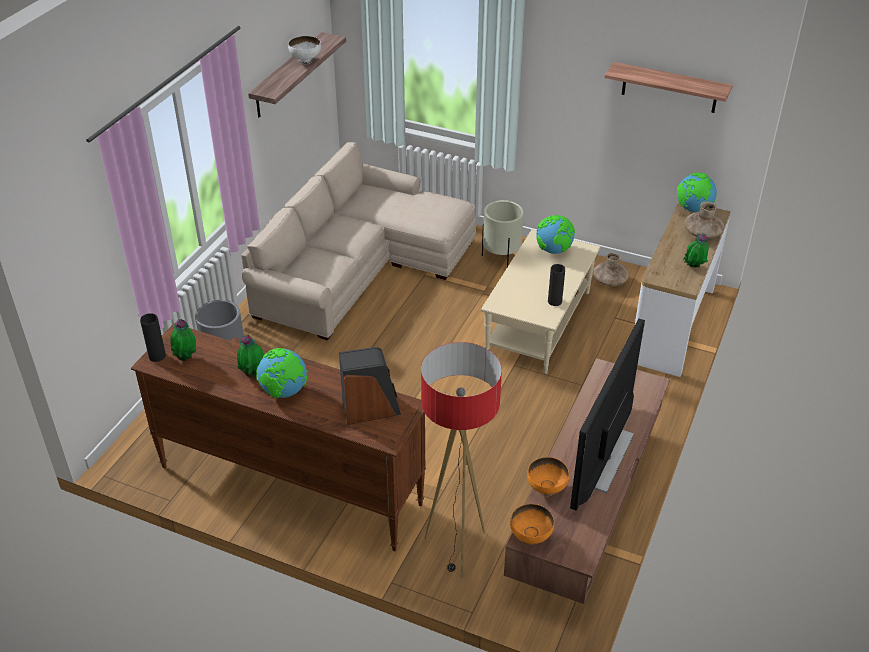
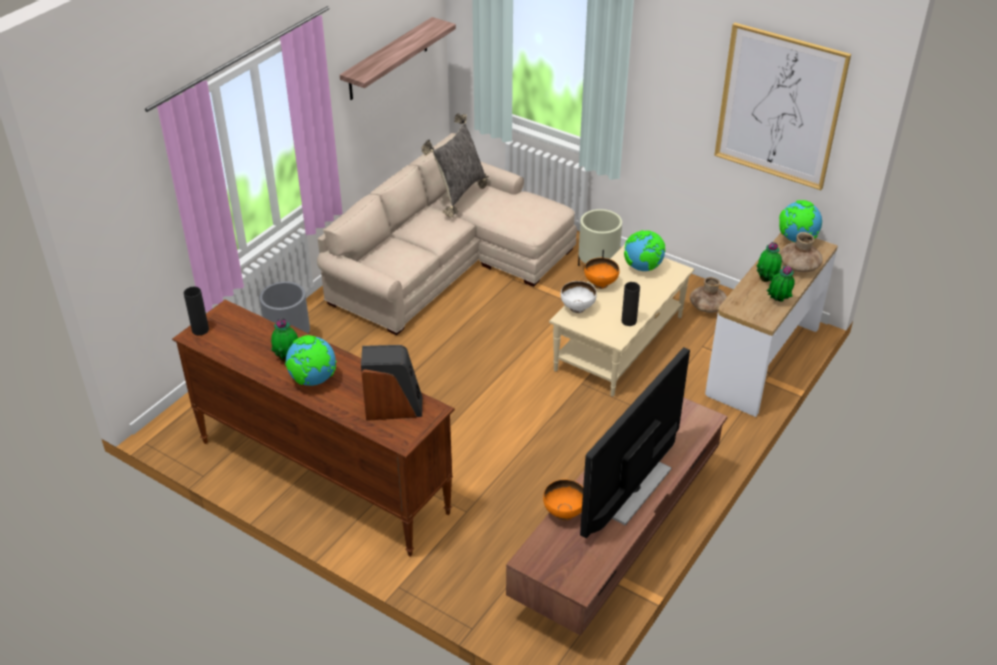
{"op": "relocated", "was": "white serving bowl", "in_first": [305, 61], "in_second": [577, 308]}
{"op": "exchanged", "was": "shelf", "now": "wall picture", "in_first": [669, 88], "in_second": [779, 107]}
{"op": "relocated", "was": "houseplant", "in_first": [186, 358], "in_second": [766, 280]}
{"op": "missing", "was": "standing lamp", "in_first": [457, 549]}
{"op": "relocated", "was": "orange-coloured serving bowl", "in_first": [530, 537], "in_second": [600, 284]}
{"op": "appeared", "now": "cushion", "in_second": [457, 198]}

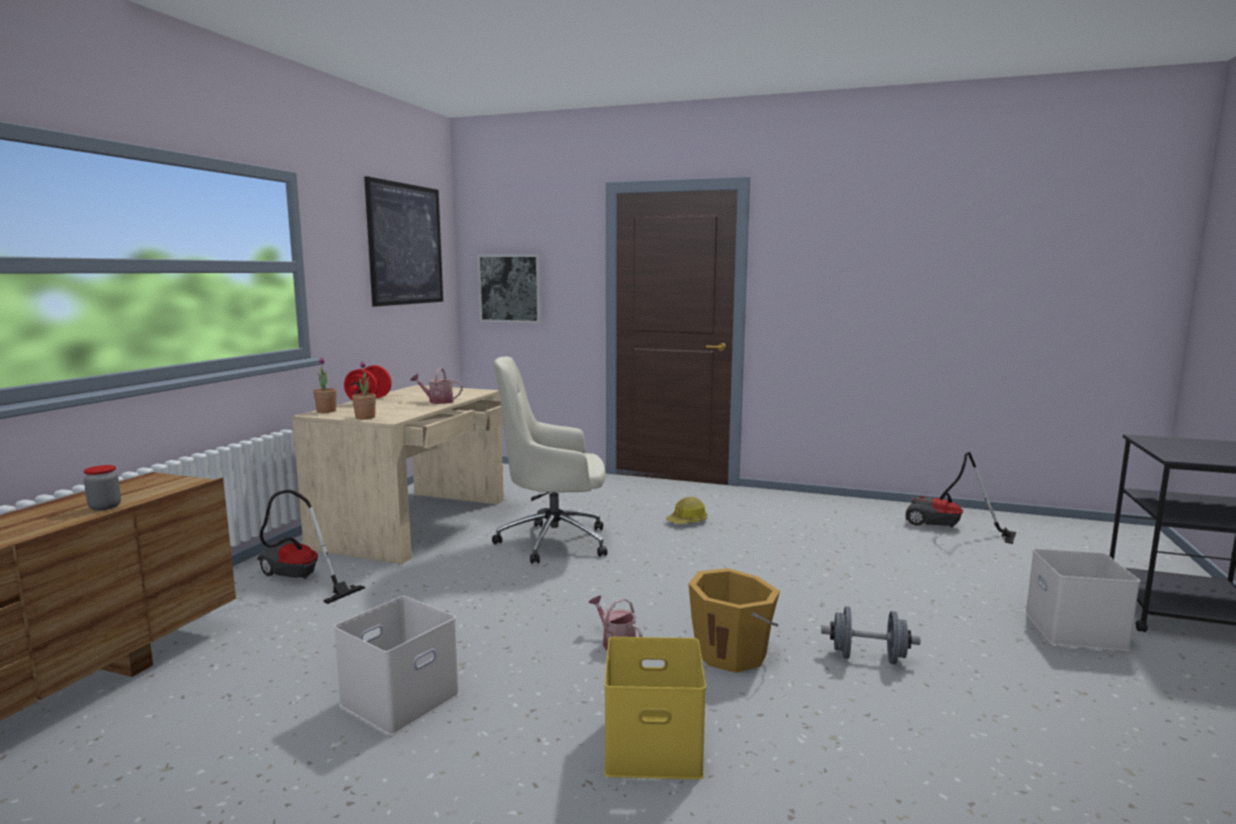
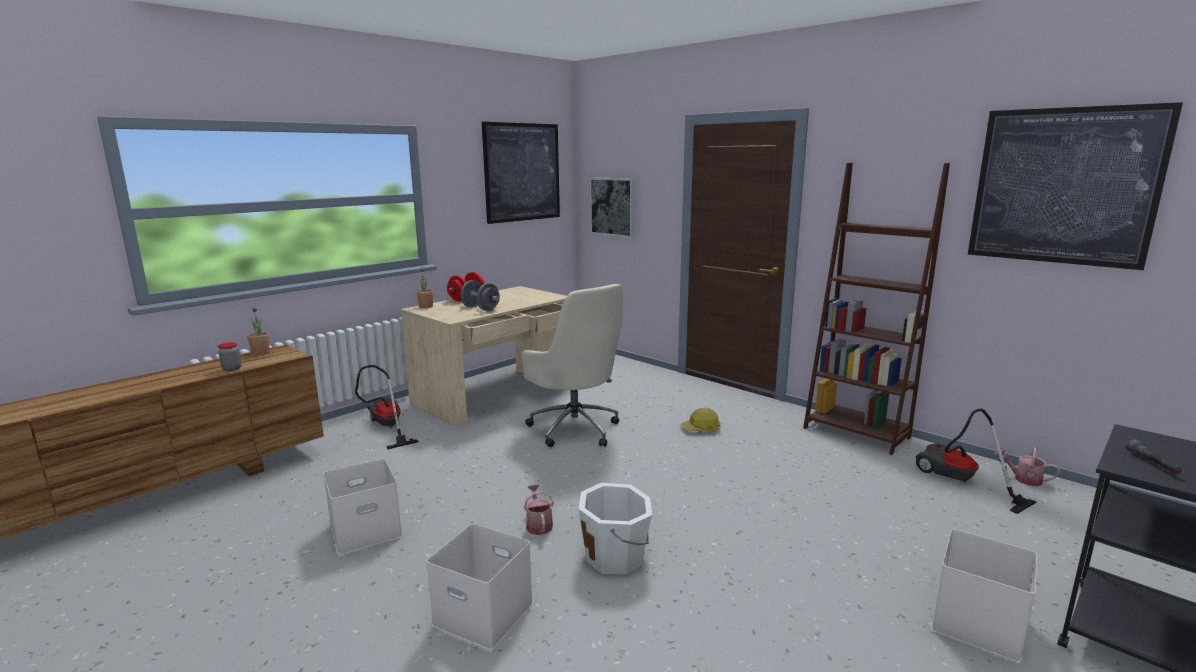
{"op": "spun", "was": "beige computer chair", "in_first": [553, 543], "in_second": [575, 429], "clockwise": -150}
{"op": "relocated", "was": "houseplant", "in_first": [365, 417], "in_second": [261, 353]}
{"op": "relocated", "was": "sprinkling can", "in_first": [437, 401], "in_second": [1023, 479]}
{"op": "colour", "was": "orange-coloured pail", "now": "white pail", "in_first": [732, 653], "in_second": [616, 556]}
{"op": "relocated", "was": "grey dumbbell", "in_first": [868, 657], "in_second": [480, 308]}
{"op": "colour", "was": "yellow storage box", "now": "white storage box", "in_first": [651, 747], "in_second": [481, 614]}
{"op": "appeared", "now": "wall picture", "in_second": [1063, 186]}
{"op": "appeared", "now": "brownish bookshelf", "in_second": [856, 432]}
{"op": "appeared", "now": "grey torch", "in_second": [1152, 464]}

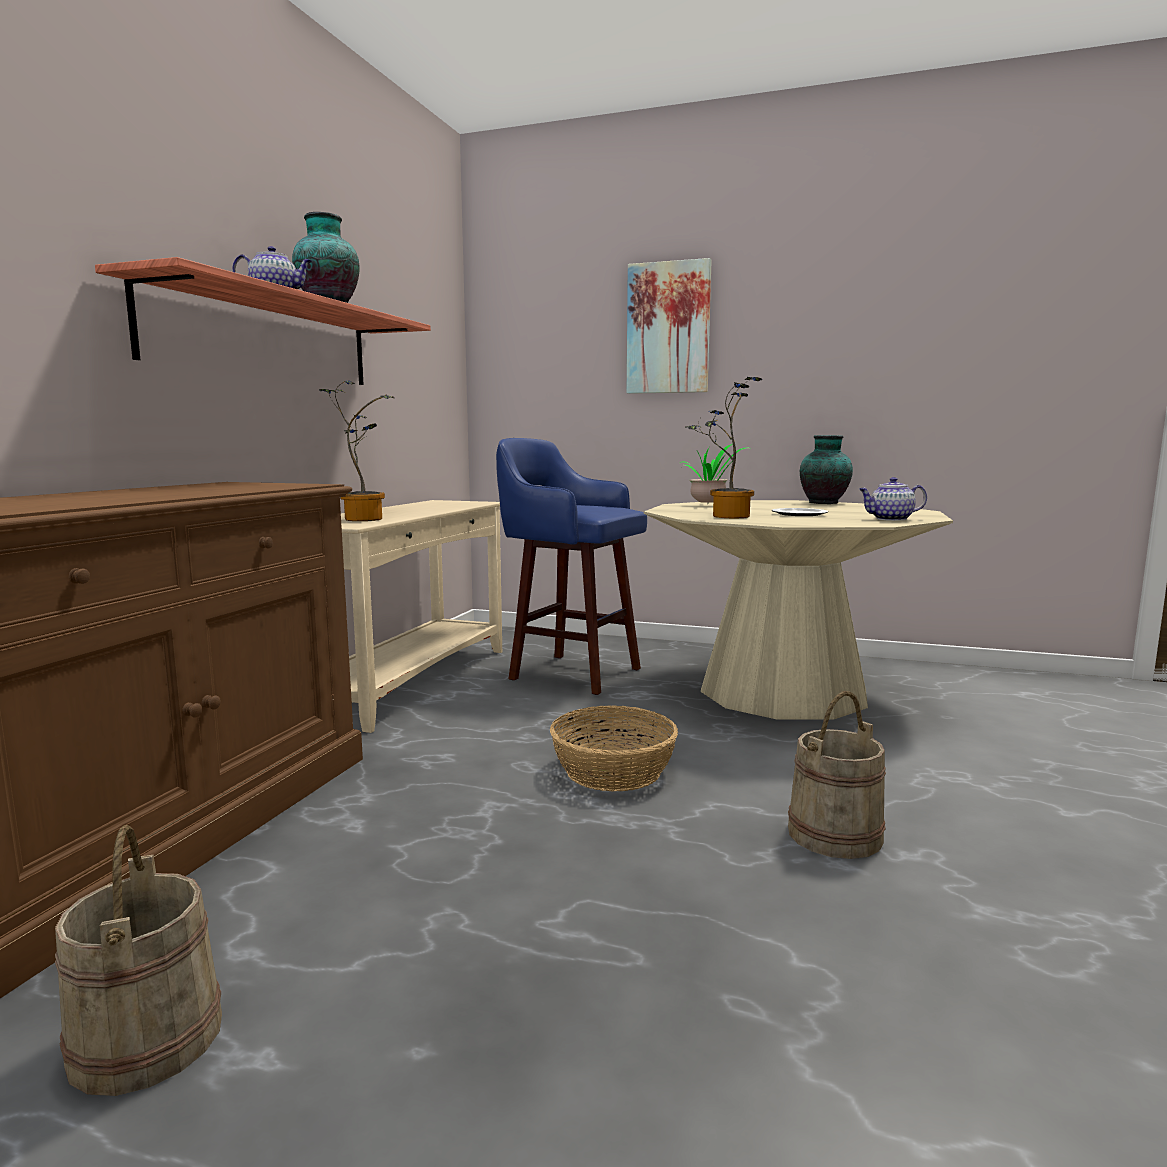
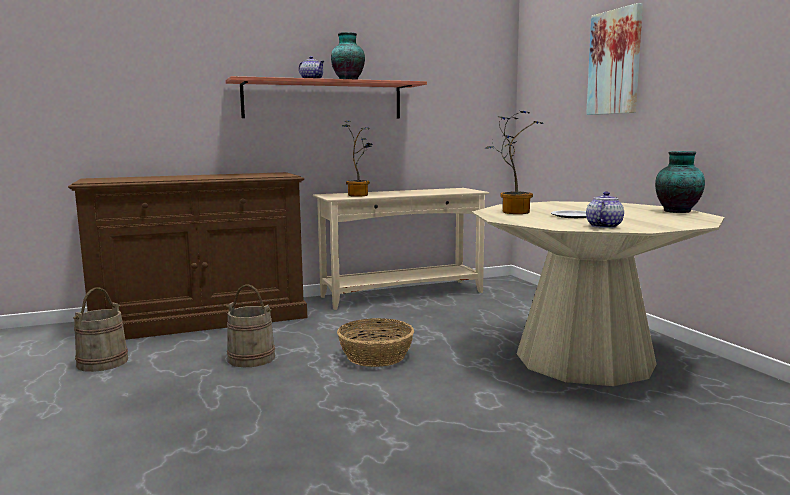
{"op": "missing", "was": "bluish stool seat", "in_first": [570, 673]}
{"op": "missing", "was": "houseplant", "in_first": [710, 505]}
{"op": "spun", "was": "tea pot", "in_first": [890, 519], "in_second": [603, 226], "clockwise": 75}
{"op": "relocated", "was": "beige pail", "in_first": [834, 834], "in_second": [251, 358]}

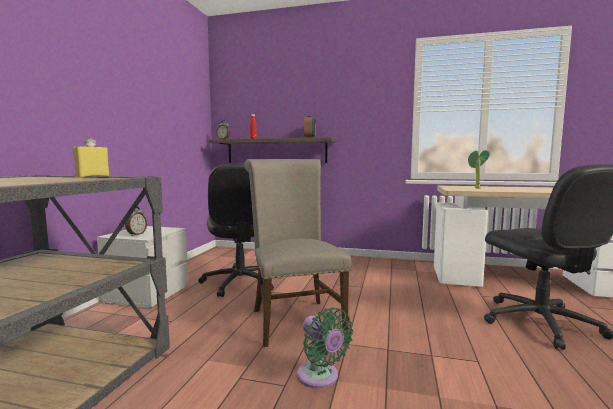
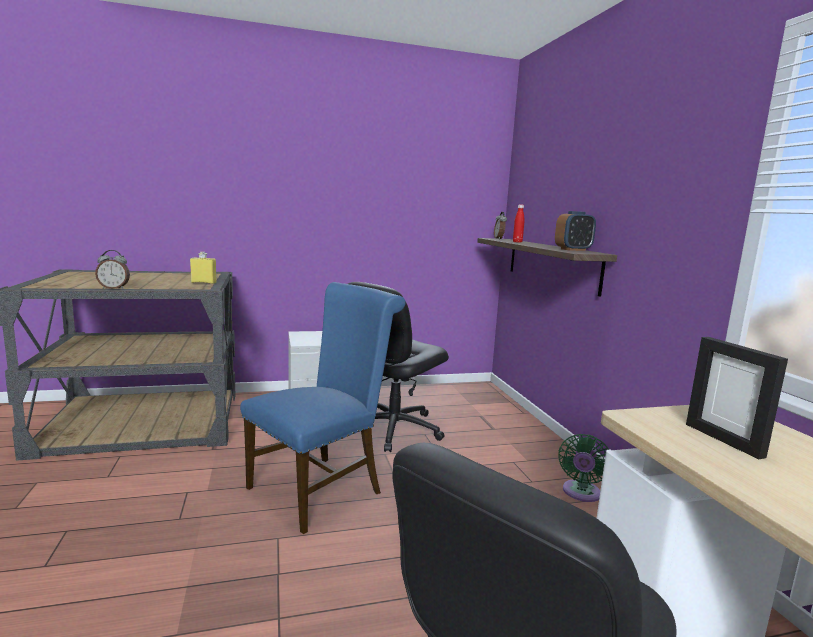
{"op": "exchanged", "was": "houseplant", "now": "photo frame", "in_first": [476, 188], "in_second": [724, 440]}
{"op": "colour", "was": "beige plain chair", "now": "bluish plain chair", "in_first": [294, 318], "in_second": [321, 487]}
{"op": "relocated", "was": "alarm clock", "in_first": [136, 234], "in_second": [114, 288]}
{"op": "relocated", "was": "greenish cooling fan", "in_first": [320, 377], "in_second": [580, 493]}

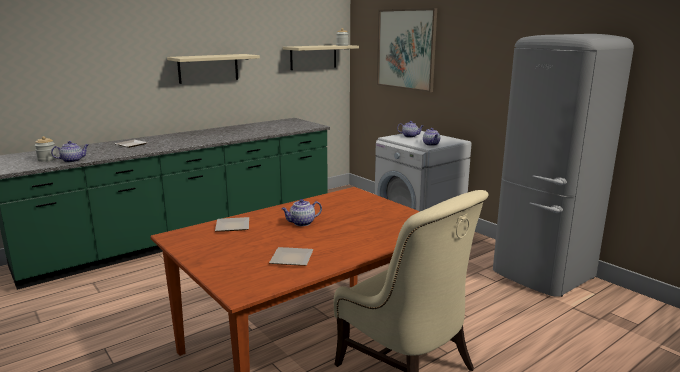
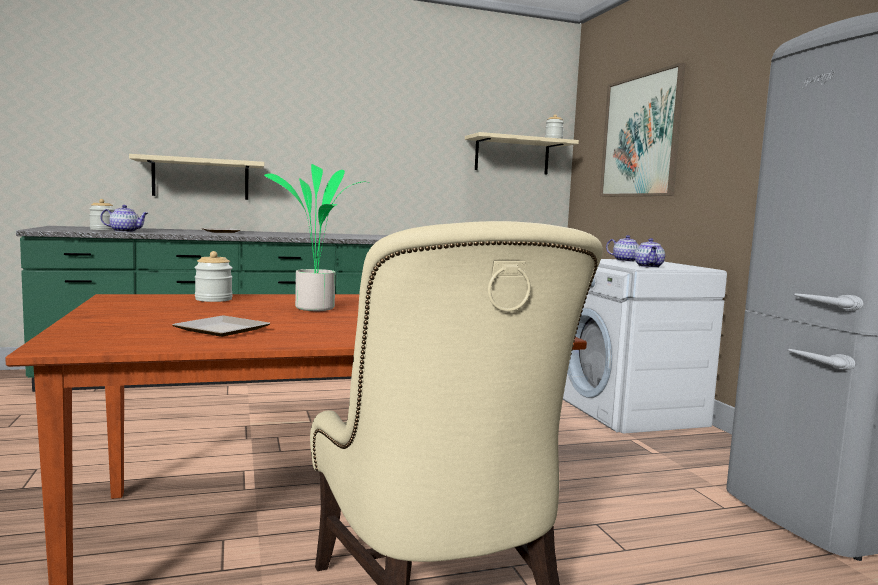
{"op": "relocated", "was": "beige shelf", "in_first": [208, 68], "in_second": [201, 179]}
{"op": "exchanged", "was": "tea pot", "now": "houseplant", "in_first": [301, 223], "in_second": [317, 308]}
{"op": "exchanged", "was": "flat dish", "now": "storage jar", "in_first": [231, 226], "in_second": [213, 299]}

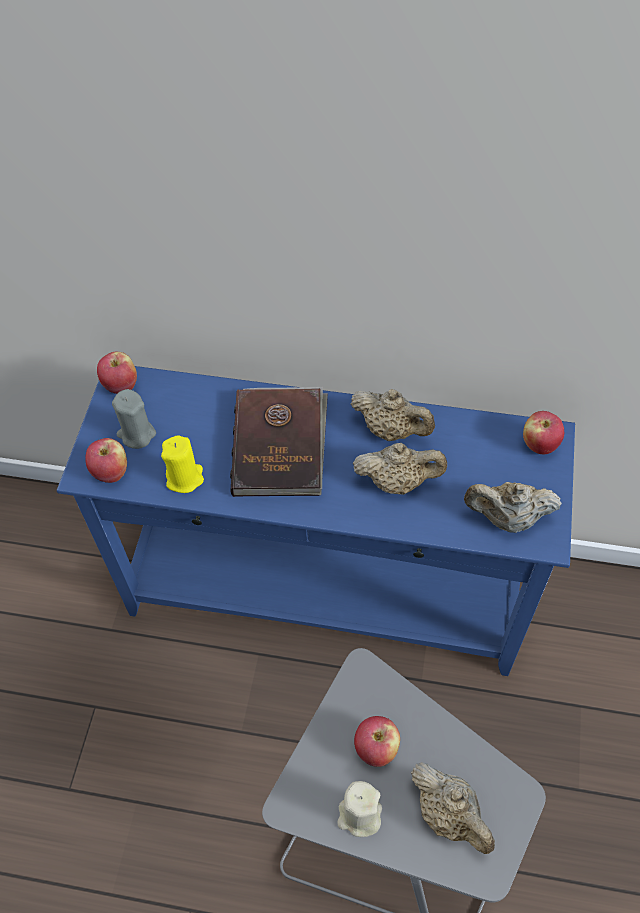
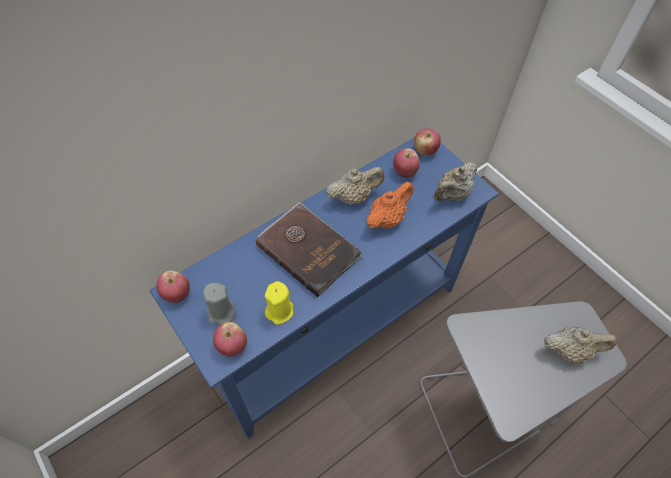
{"op": "colour", "was": "beige tea pot", "now": "orange-coloured tea pot", "in_first": [398, 481], "in_second": [387, 219]}
{"op": "relocated", "was": "whole apple", "in_first": [376, 748], "in_second": [404, 172]}
{"op": "missing", "was": "beige candle", "in_first": [359, 815]}

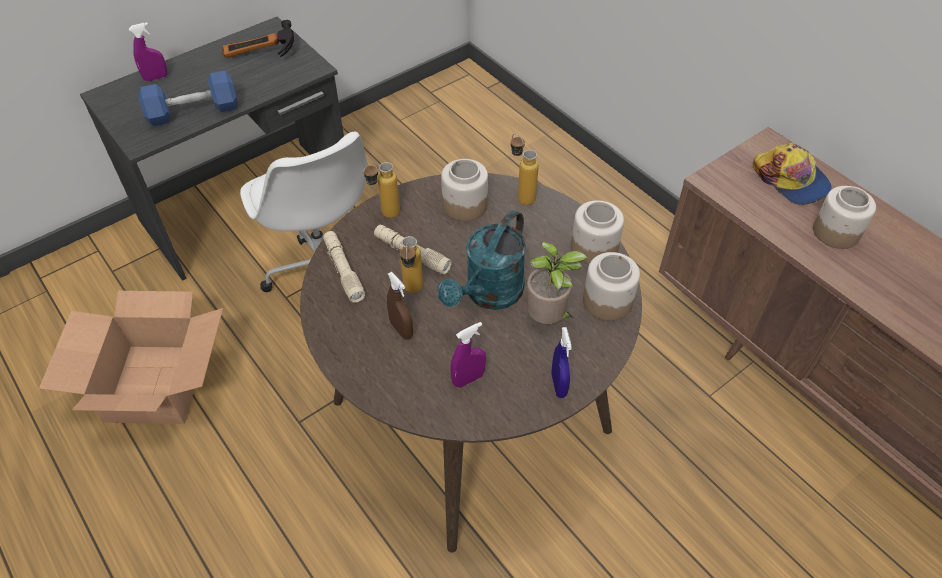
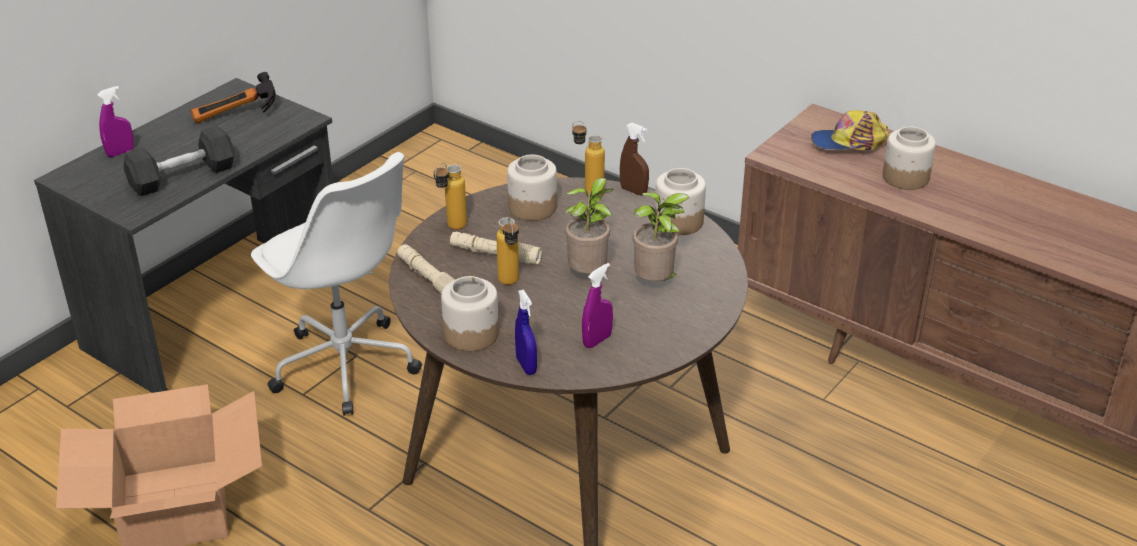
{"op": "colour", "was": "bluish dumbbell", "now": "grey dumbbell", "in_first": [193, 111], "in_second": [182, 177]}
{"op": "spun", "was": "baseball cap", "in_first": [791, 180], "in_second": [849, 143], "clockwise": 135}
{"op": "exchanged", "was": "turquoise-coloured sprinkling can", "now": "houseplant", "in_first": [489, 295], "in_second": [589, 274]}
{"op": "relocated", "was": "storage jar", "in_first": [607, 300], "in_second": [471, 334]}
{"op": "relocated", "was": "brownish sprayer", "in_first": [401, 330], "in_second": [633, 191]}
{"op": "relocated", "was": "bluish sprayer", "in_first": [558, 385], "in_second": [526, 366]}

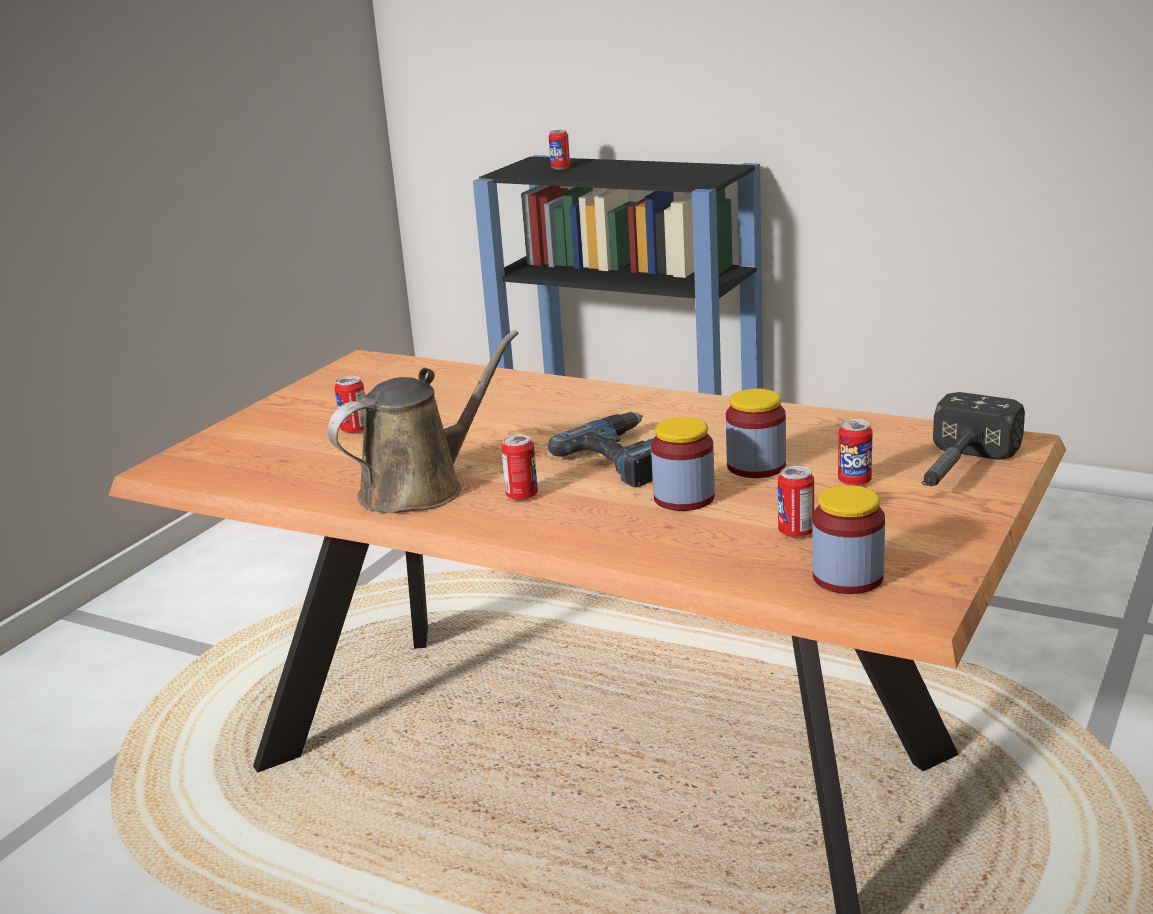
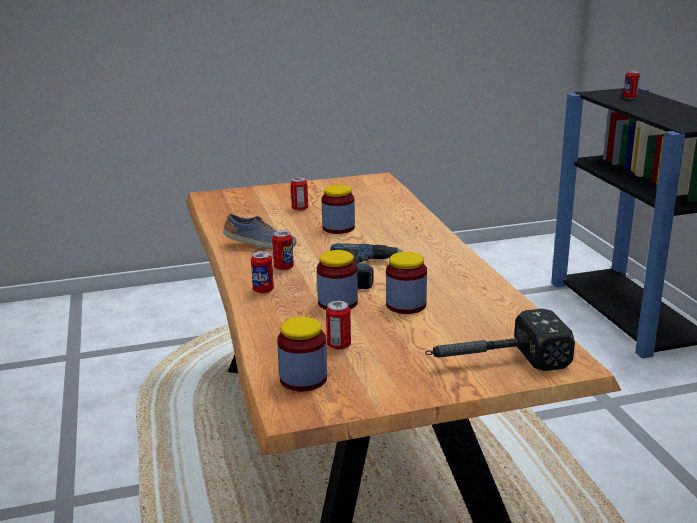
{"op": "exchanged", "was": "brownish sprinkling can", "now": "shoe", "in_first": [420, 488], "in_second": [260, 245]}
{"op": "relocated", "was": "sealed can", "in_first": [854, 481], "in_second": [263, 290]}
{"op": "appeared", "now": "storage jar", "in_second": [338, 228]}

